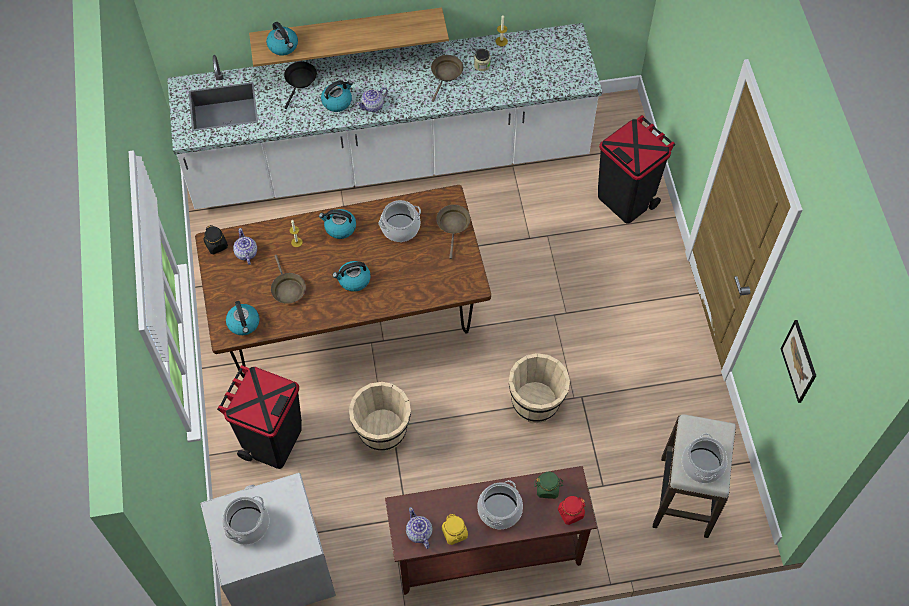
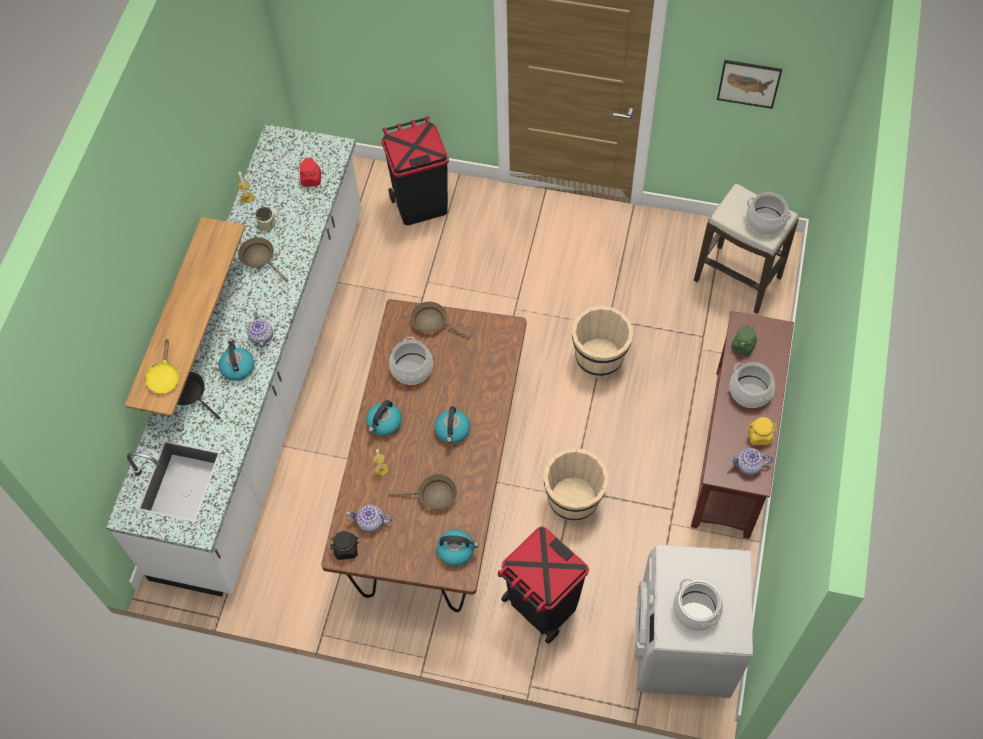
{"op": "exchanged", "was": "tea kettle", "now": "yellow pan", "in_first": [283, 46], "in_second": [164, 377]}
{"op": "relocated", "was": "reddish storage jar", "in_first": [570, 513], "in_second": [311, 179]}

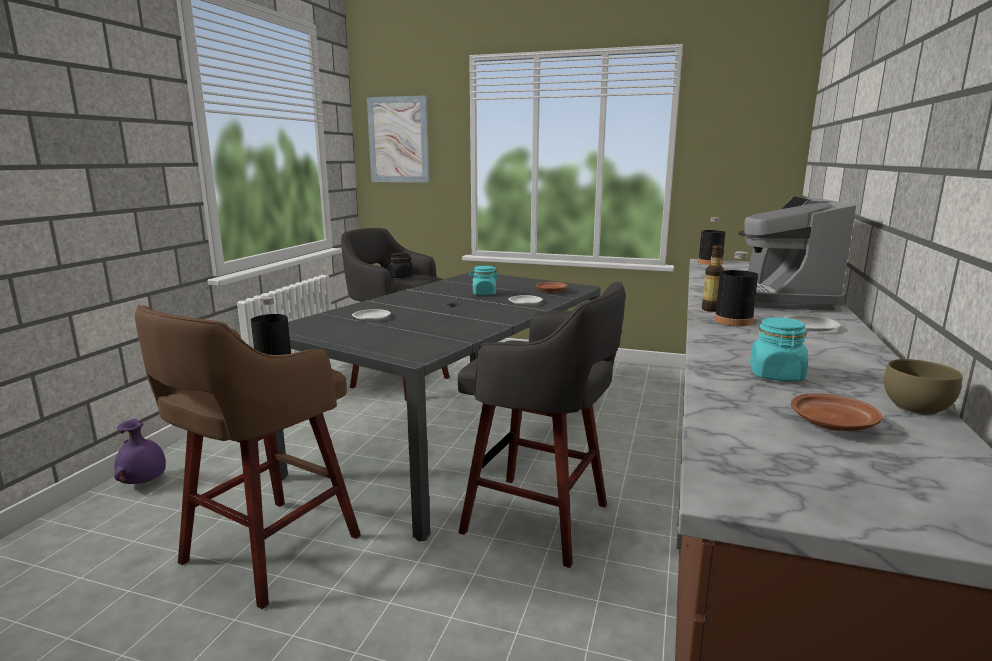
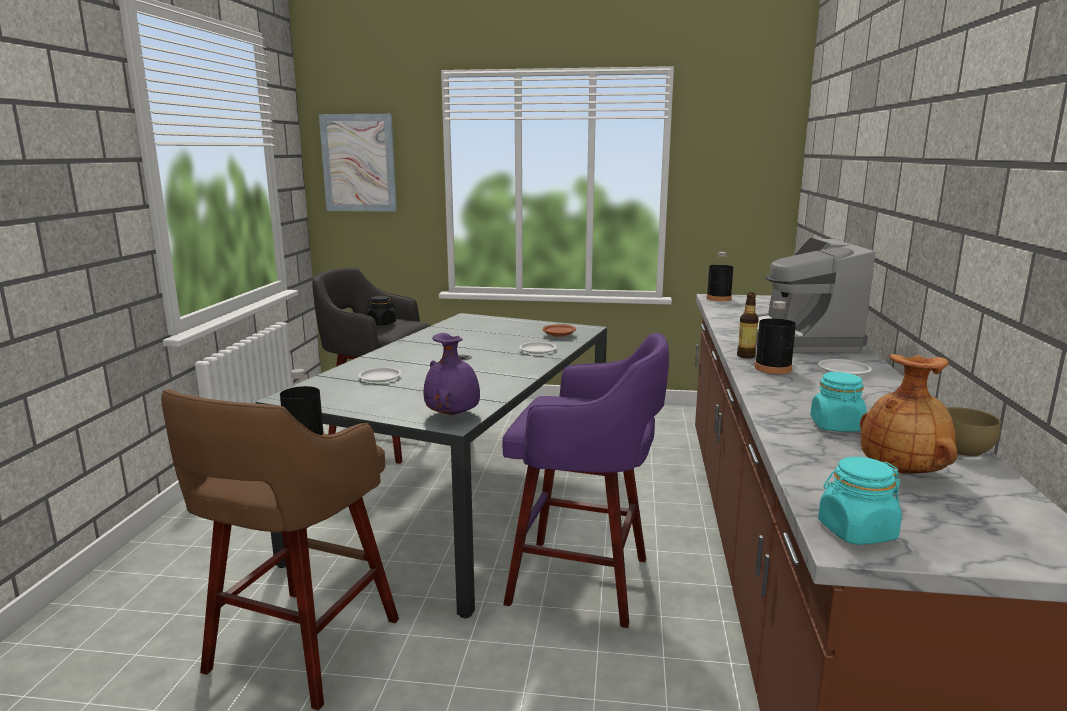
{"op": "relocated", "was": "turquoise-coloured storage jar", "in_first": [484, 293], "in_second": [856, 531]}
{"op": "colour", "was": "grey stool seat", "now": "purplish stool seat", "in_first": [540, 520], "in_second": [584, 582]}
{"op": "exchanged", "was": "brownish flat dish", "now": "brownish flower vase", "in_first": [832, 424], "in_second": [902, 472]}
{"op": "relocated", "was": "purplish flower vase", "in_first": [144, 482], "in_second": [453, 414]}

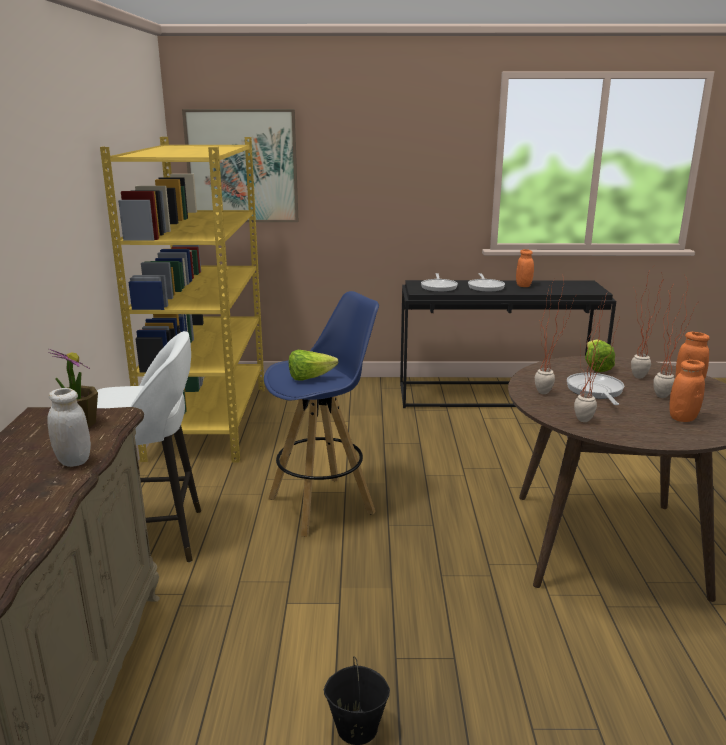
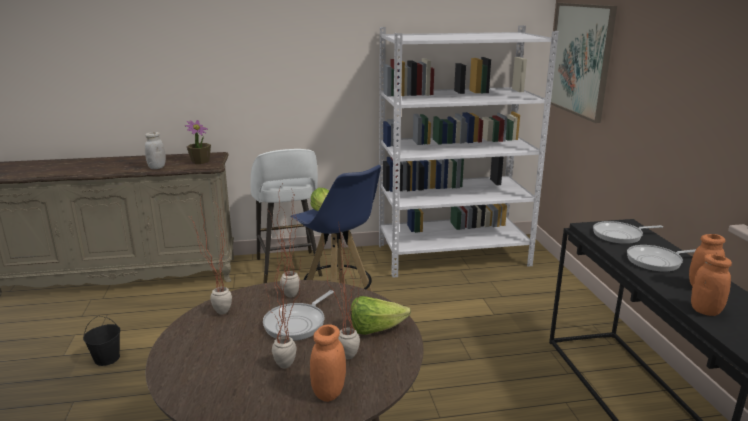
{"op": "colour", "was": "yellow bookshelf", "now": "white bookshelf", "in_first": [209, 421], "in_second": [453, 255]}
{"op": "relocated", "was": "orange-coloured storage jar", "in_first": [682, 418], "in_second": [705, 311]}
{"op": "spun", "was": "pan", "in_first": [595, 391], "in_second": [297, 323], "clockwise": 135}

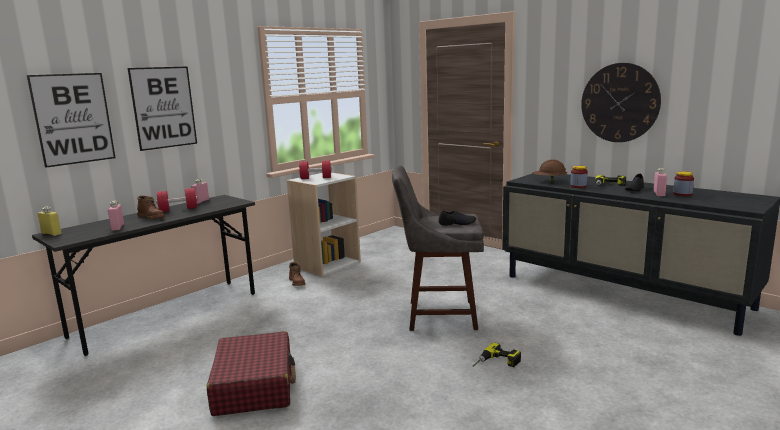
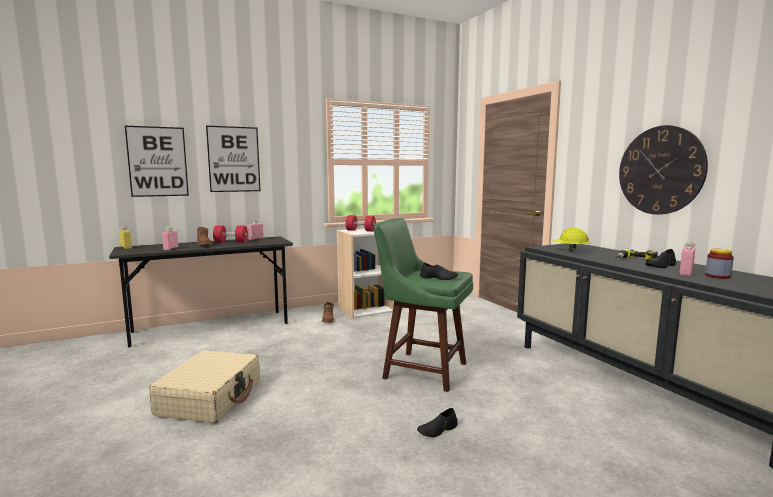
{"op": "colour", "was": "brownish hard hat", "now": "yellow hard hat", "in_first": [549, 181], "in_second": [570, 251]}
{"op": "colour", "was": "grey stool seat", "now": "greenish stool seat", "in_first": [438, 315], "in_second": [422, 370]}
{"op": "missing", "was": "storage jar", "in_first": [578, 186]}
{"op": "colour", "was": "reddish suitcase", "now": "beige suitcase", "in_first": [254, 385], "in_second": [210, 398]}
{"op": "exchanged", "was": "power drill", "now": "black shoe", "in_first": [496, 363], "in_second": [437, 430]}

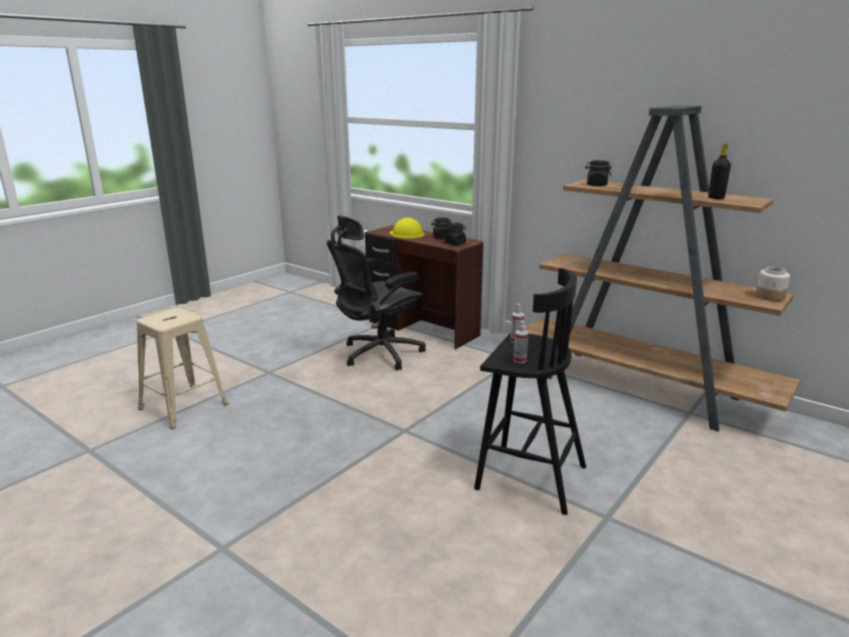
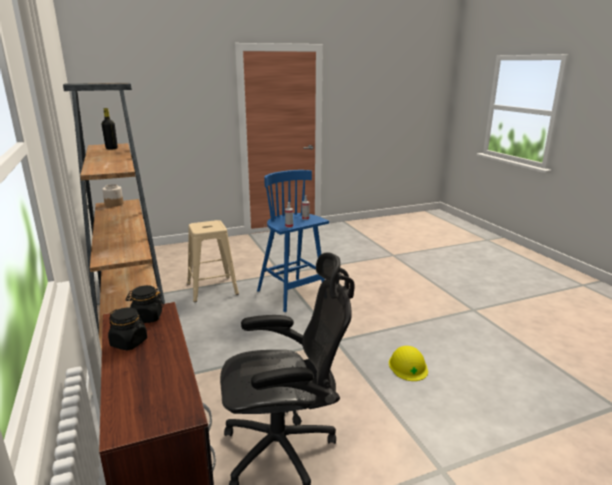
{"op": "missing", "was": "black storage jar", "in_first": [596, 185]}
{"op": "relocated", "was": "yellow hard hat", "in_first": [406, 234], "in_second": [408, 366]}
{"op": "colour", "was": "black stool seat", "now": "bluish stool seat", "in_first": [527, 476], "in_second": [293, 295]}
{"op": "relocated", "was": "beige stool seat", "in_first": [183, 406], "in_second": [212, 289]}

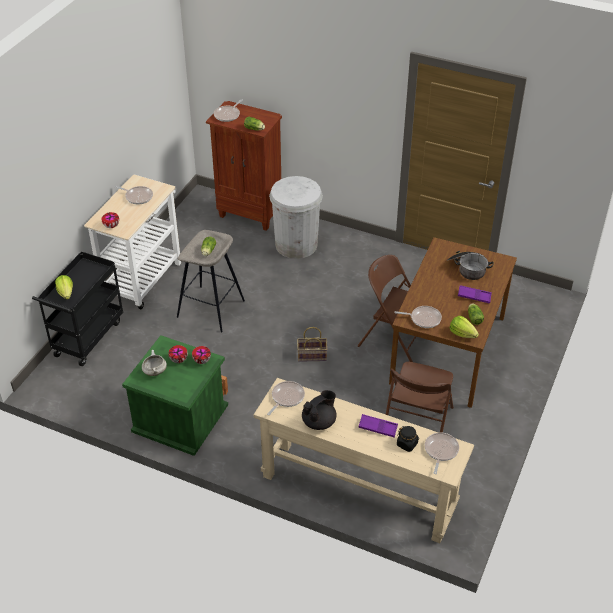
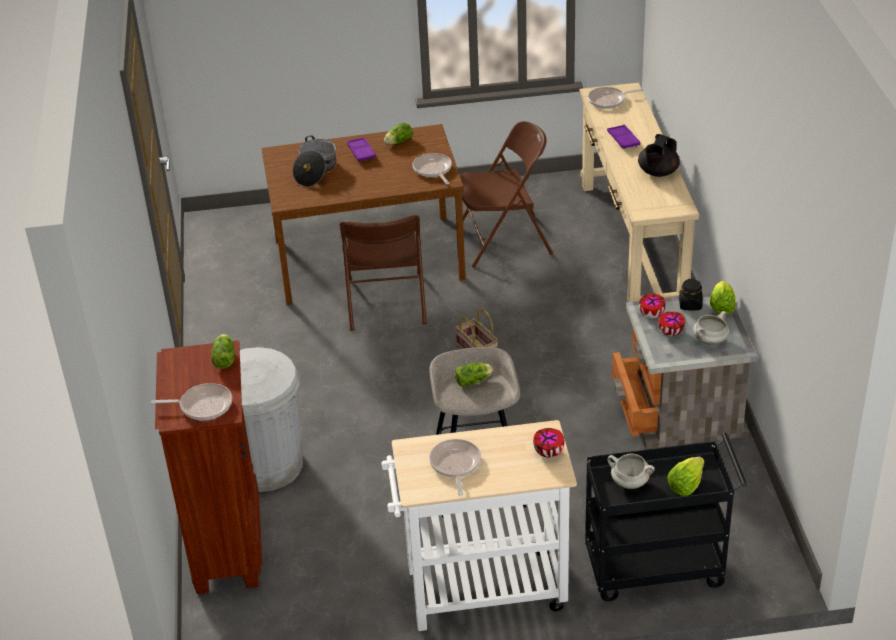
{"op": "relocated", "was": "head of lettuce", "in_first": [462, 334], "in_second": [721, 307]}
{"op": "colour", "was": "greenish night table", "now": "grey night table", "in_first": [181, 414], "in_second": [677, 409]}
{"op": "missing", "was": "pan", "in_first": [286, 398]}
{"op": "spun", "was": "black tea pot", "in_first": [319, 422], "in_second": [657, 172], "clockwise": -75}
{"op": "relocated", "was": "black storage jar", "in_first": [407, 444], "in_second": [690, 304]}
{"op": "appeared", "now": "white saucepot", "in_second": [629, 483]}

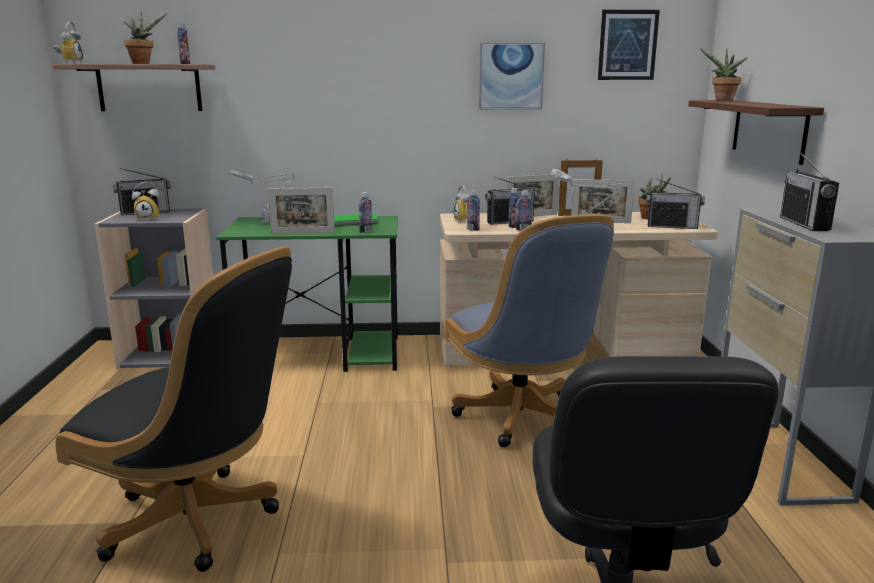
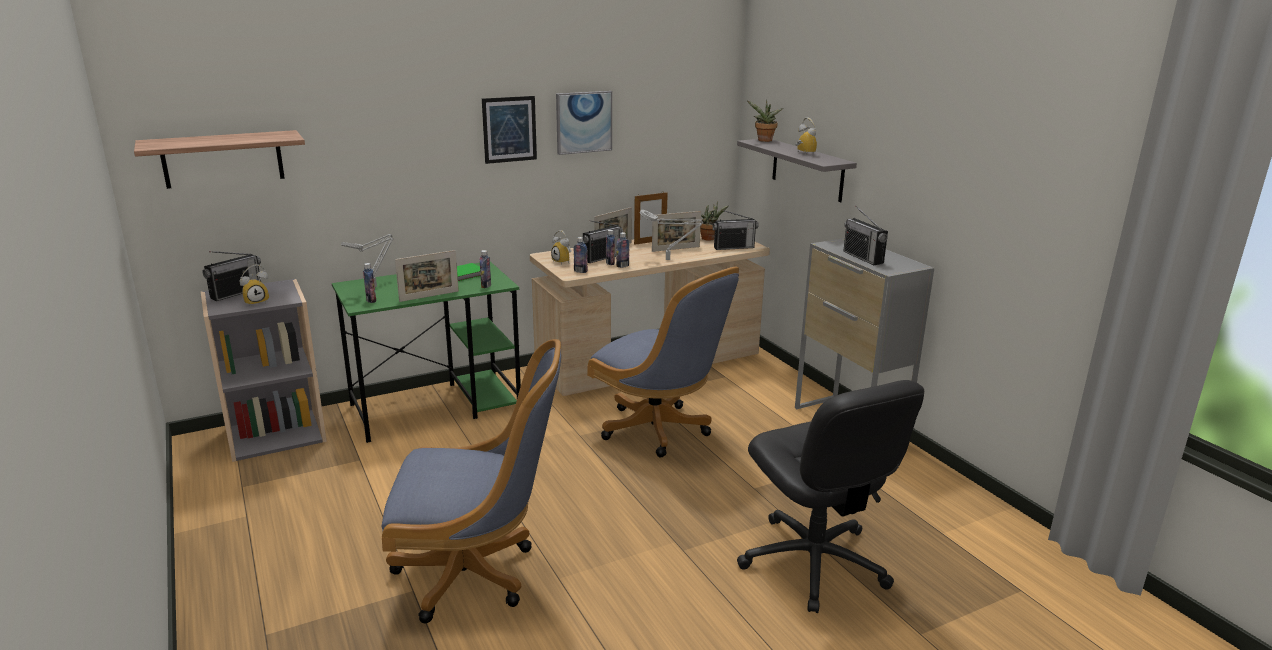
{"op": "relocated", "was": "wall picture", "in_first": [627, 45], "in_second": [509, 129]}
{"op": "missing", "was": "houseplant", "in_first": [143, 63]}
{"op": "relocated", "was": "alarm clock", "in_first": [70, 63], "in_second": [802, 153]}
{"op": "relocated", "was": "drink bottle", "in_first": [185, 64], "in_second": [371, 300]}
{"op": "colour", "was": "brownish shelf", "now": "grey shelf", "in_first": [768, 130], "in_second": [807, 169]}
{"op": "colour", "was": "black computer chair", "now": "bluish computer chair", "in_first": [203, 525], "in_second": [478, 575]}

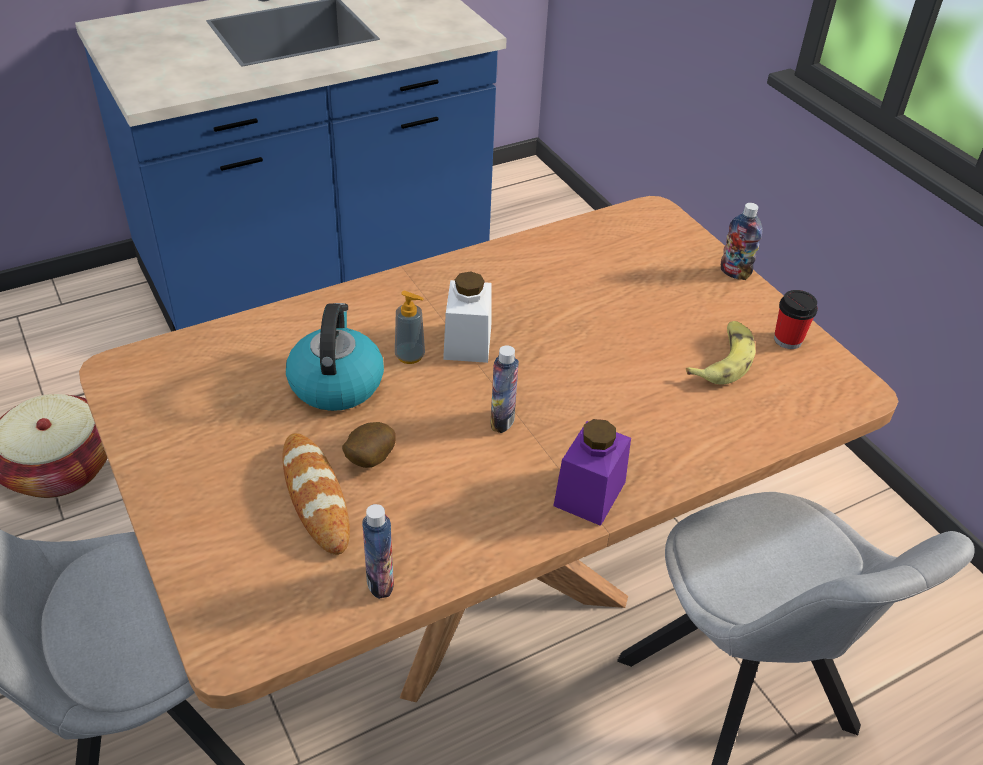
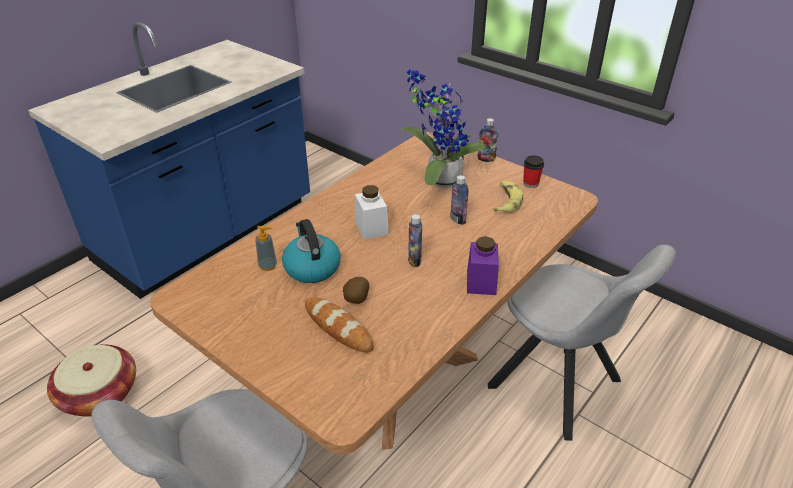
{"op": "relocated", "was": "soap dispenser", "in_first": [410, 356], "in_second": [268, 266]}
{"op": "relocated", "was": "drink bottle", "in_first": [380, 582], "in_second": [458, 219]}
{"op": "appeared", "now": "houseplant", "in_second": [439, 180]}

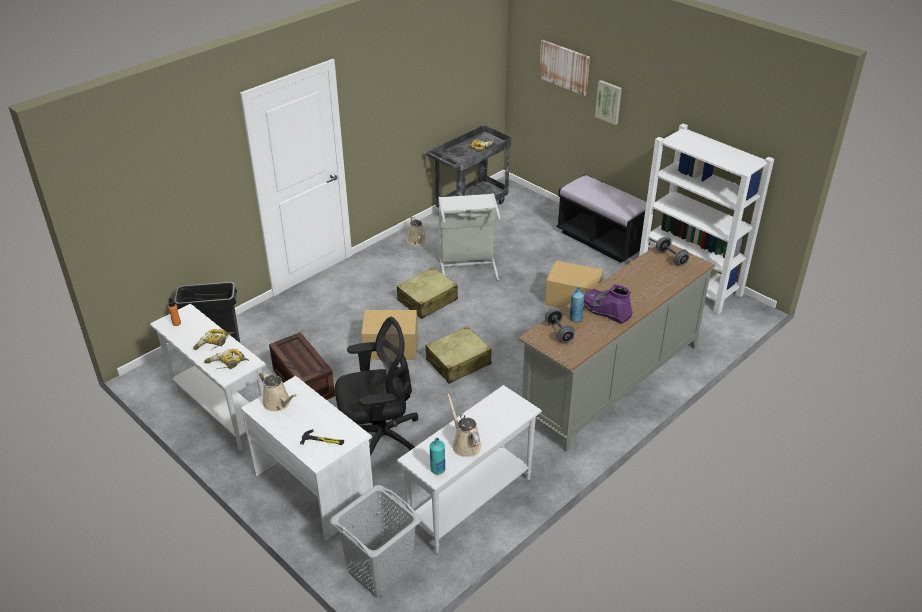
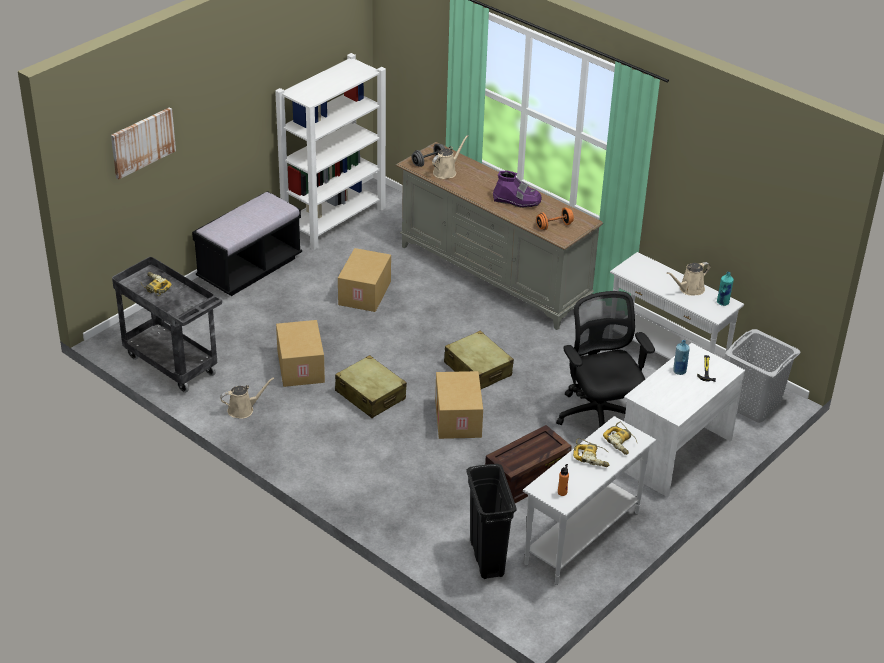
{"op": "missing", "was": "wall picture", "in_first": [609, 102]}
{"op": "exchanged", "was": "grey washing basket", "now": "packing box", "in_first": [468, 265], "in_second": [299, 366]}
{"op": "spun", "was": "purplish boot", "in_first": [605, 310], "in_second": [517, 201], "clockwise": -105}
{"op": "relocated", "was": "bluish drink bottle", "in_first": [575, 318], "in_second": [679, 371]}
{"op": "colour", "was": "grey dumbbell", "now": "orange-coloured dumbbell", "in_first": [559, 332], "in_second": [554, 226]}
{"op": "relocated", "was": "beige sprinkling can", "in_first": [278, 403], "in_second": [446, 172]}

